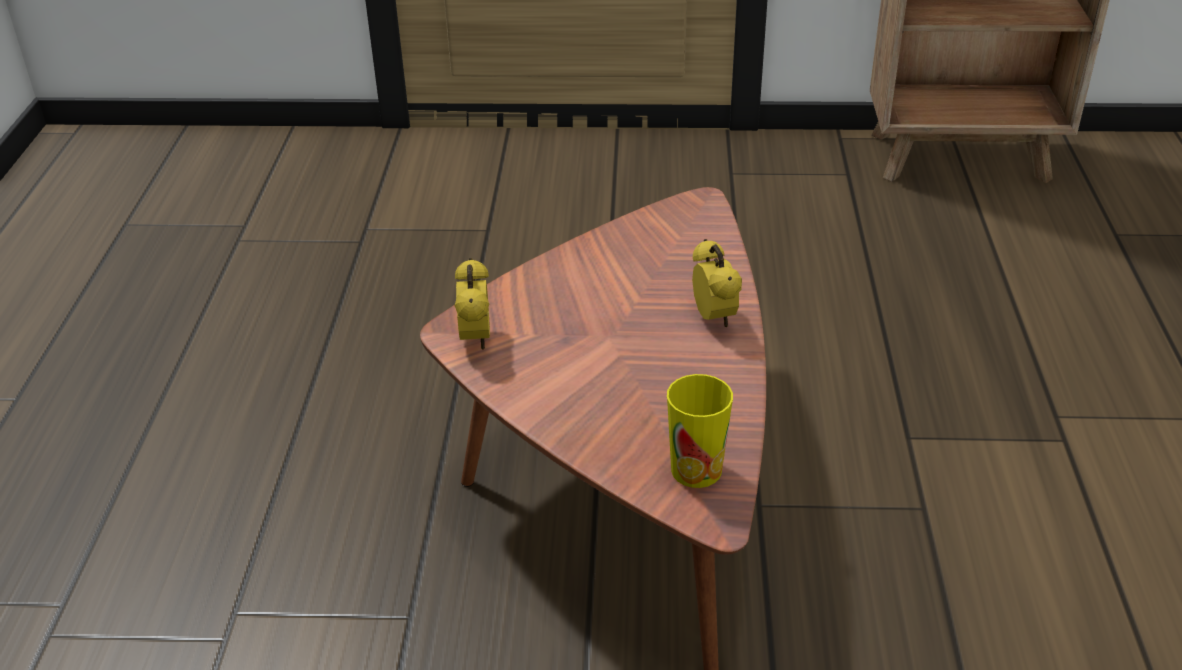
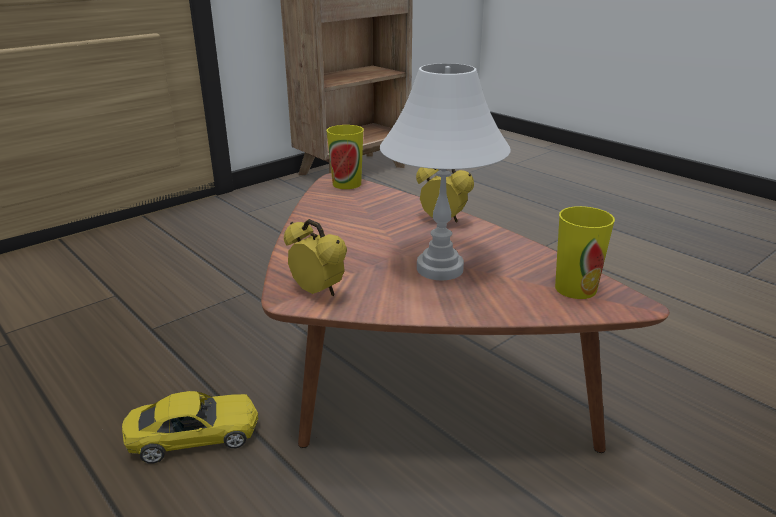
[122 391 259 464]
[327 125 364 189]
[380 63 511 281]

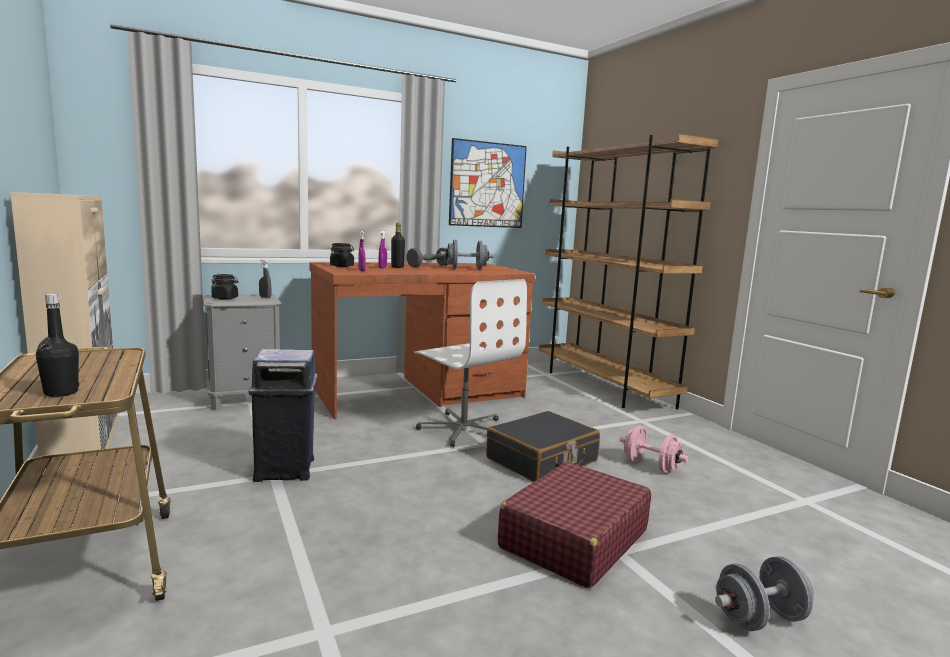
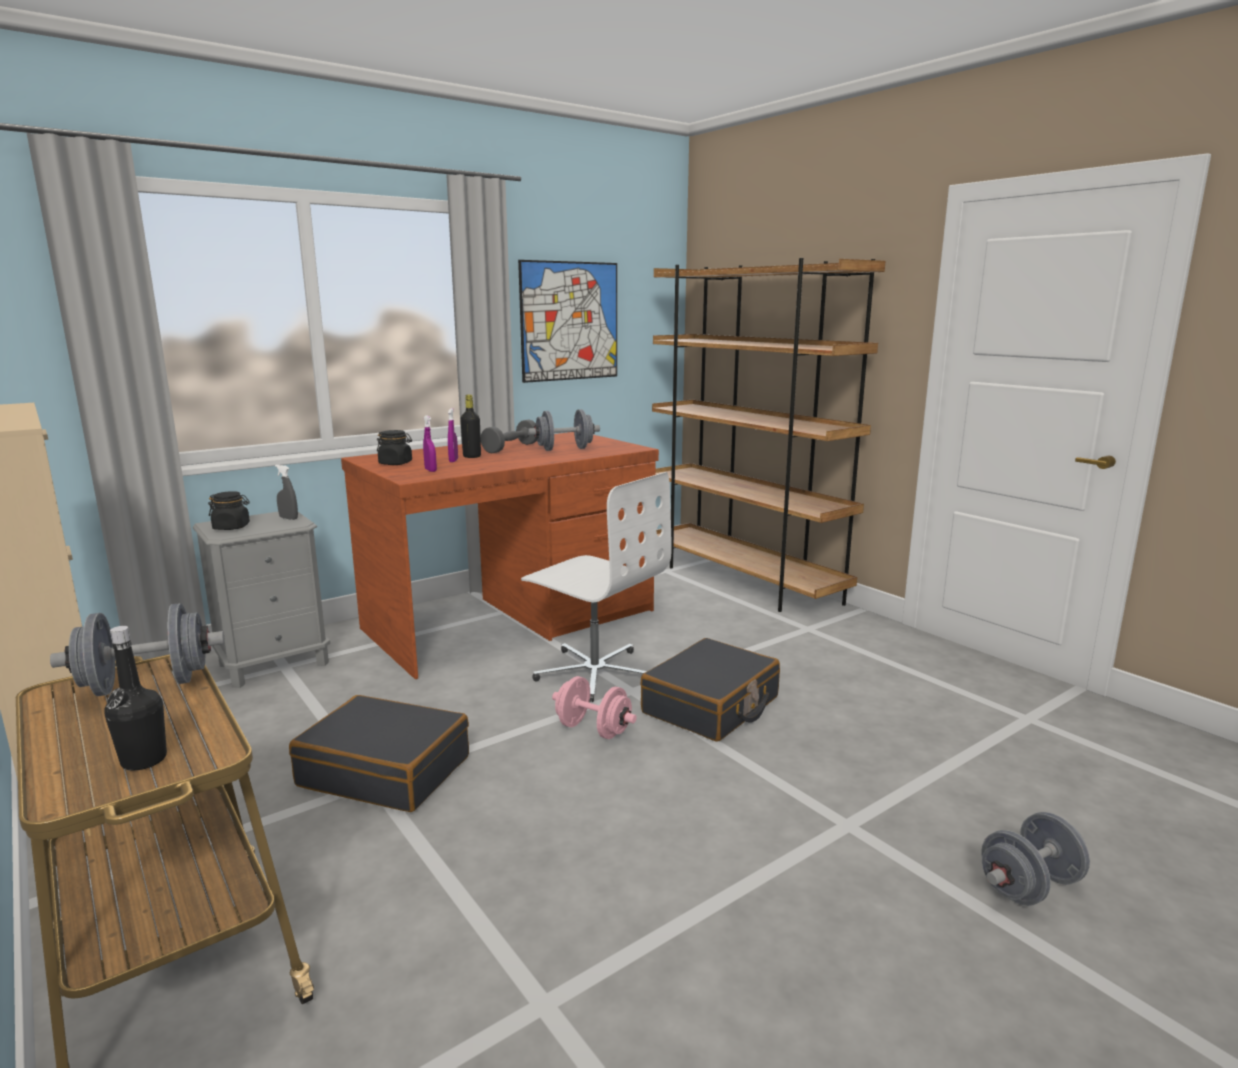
[498 462 651 589] (first image)
[50 603 225 696]
[552 676 637 739]
[289 695 469 812]

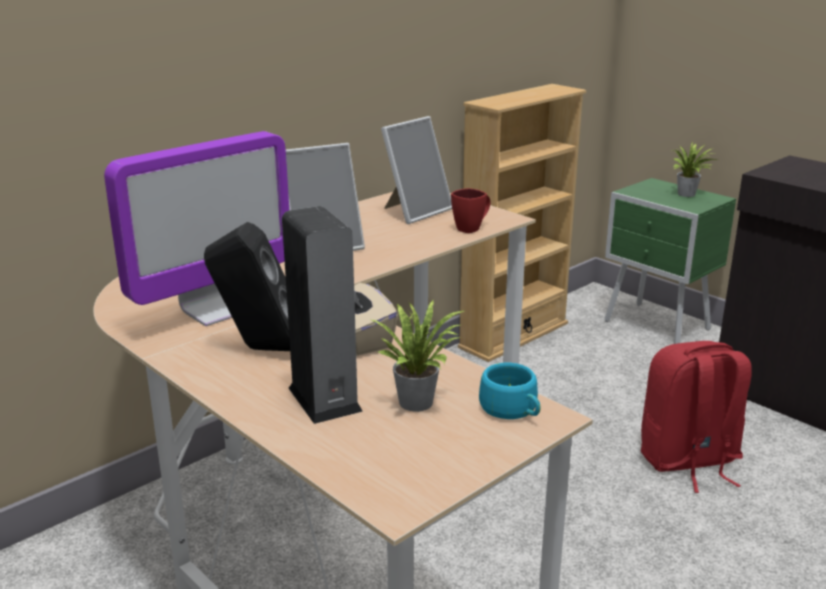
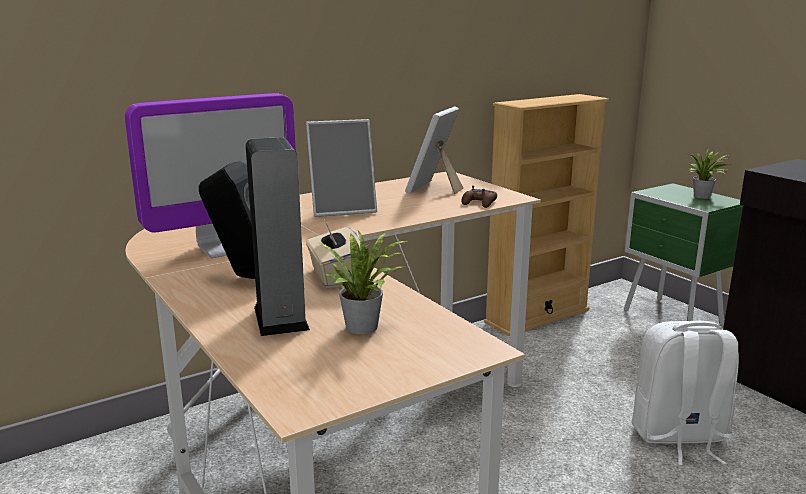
[479 363 541 419] (first image)
[462 186 497 208]
[632 321 739 466]
[405 106 464 195]

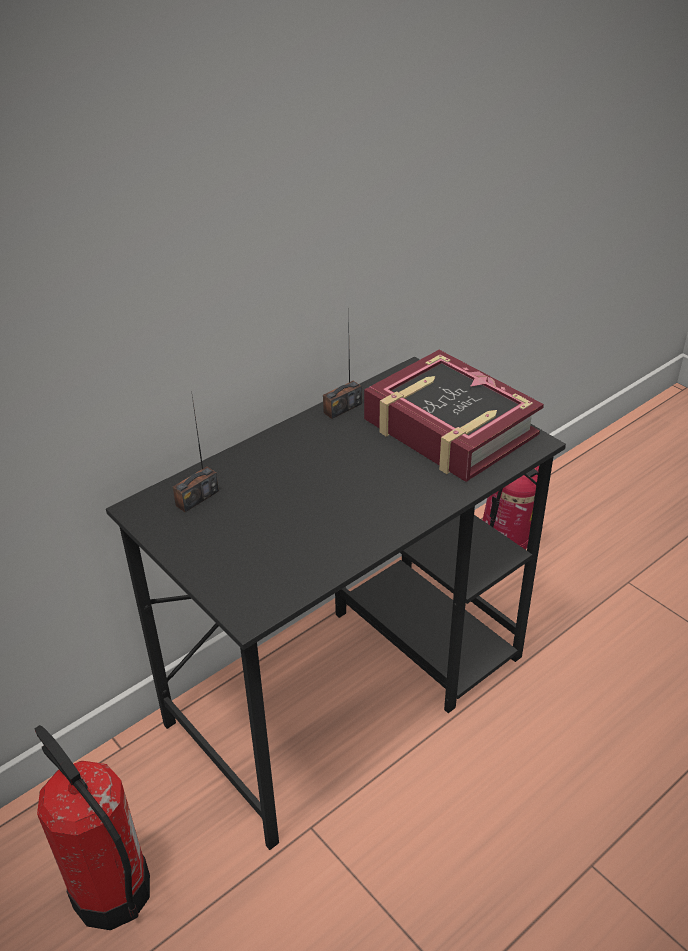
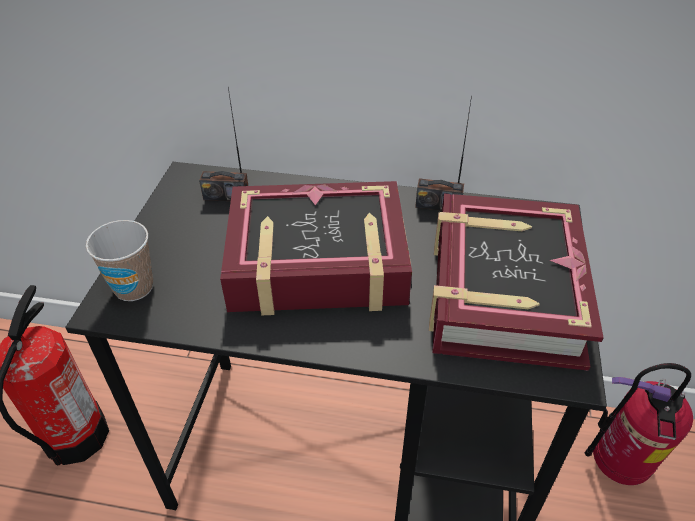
[86 220 153 301]
[220 181 412 315]

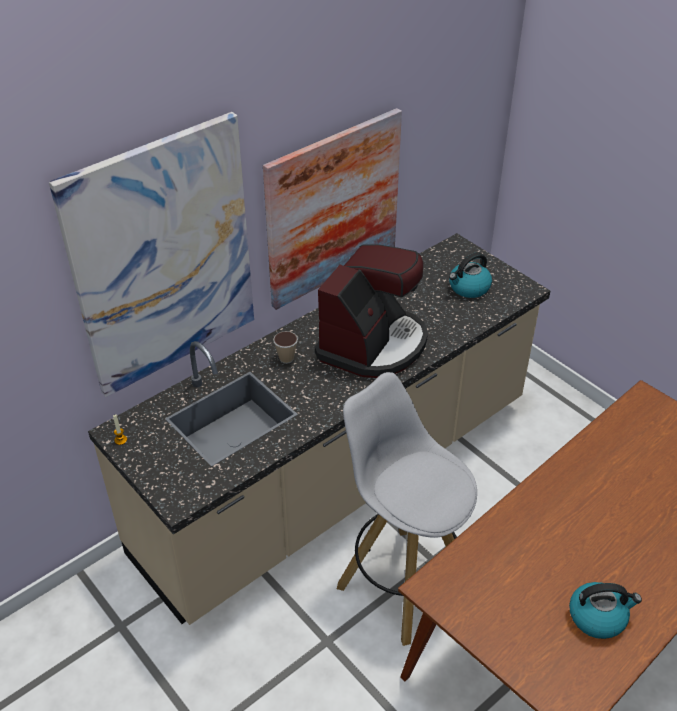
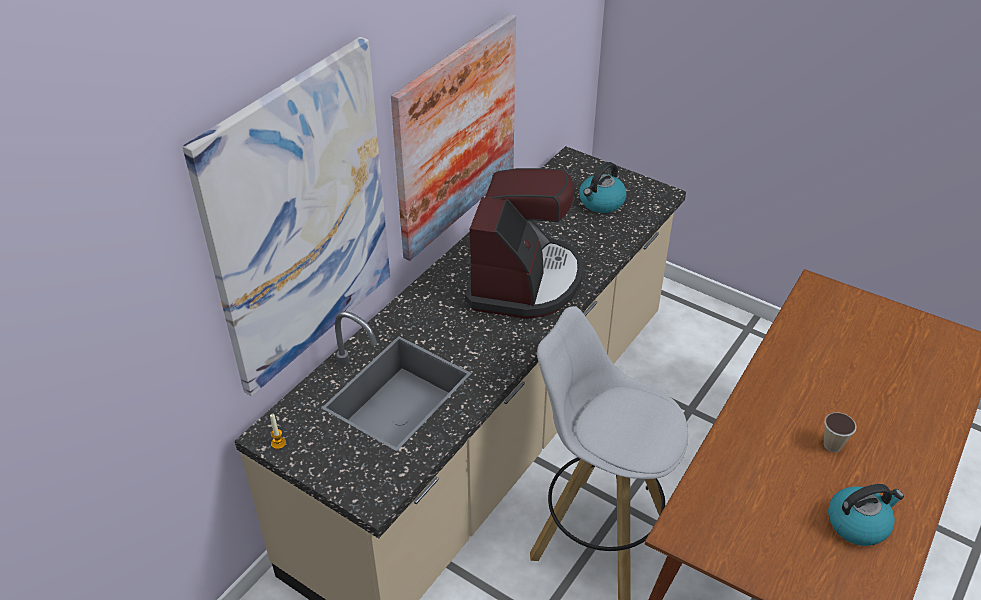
[824 412 857 452]

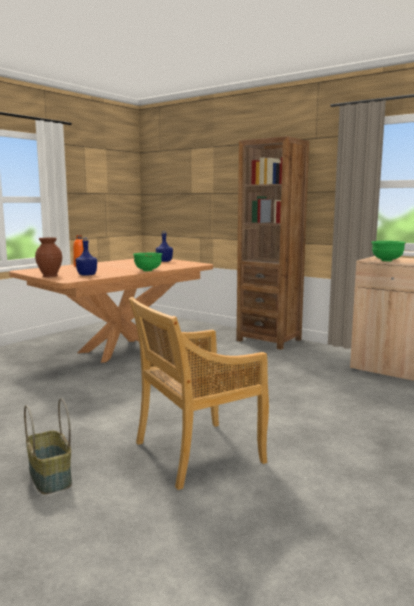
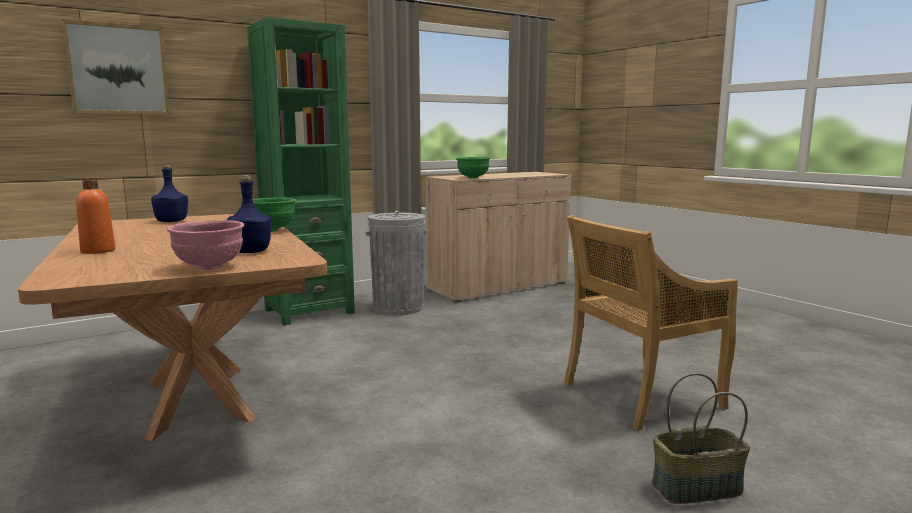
[62 19 170 115]
[366 211 427 315]
[167 220 245 270]
[247 17 355 325]
[564 215 738 431]

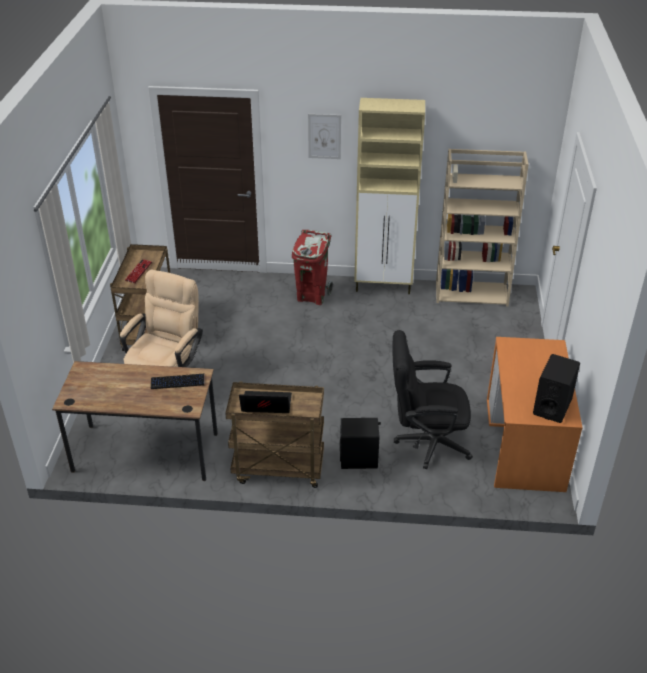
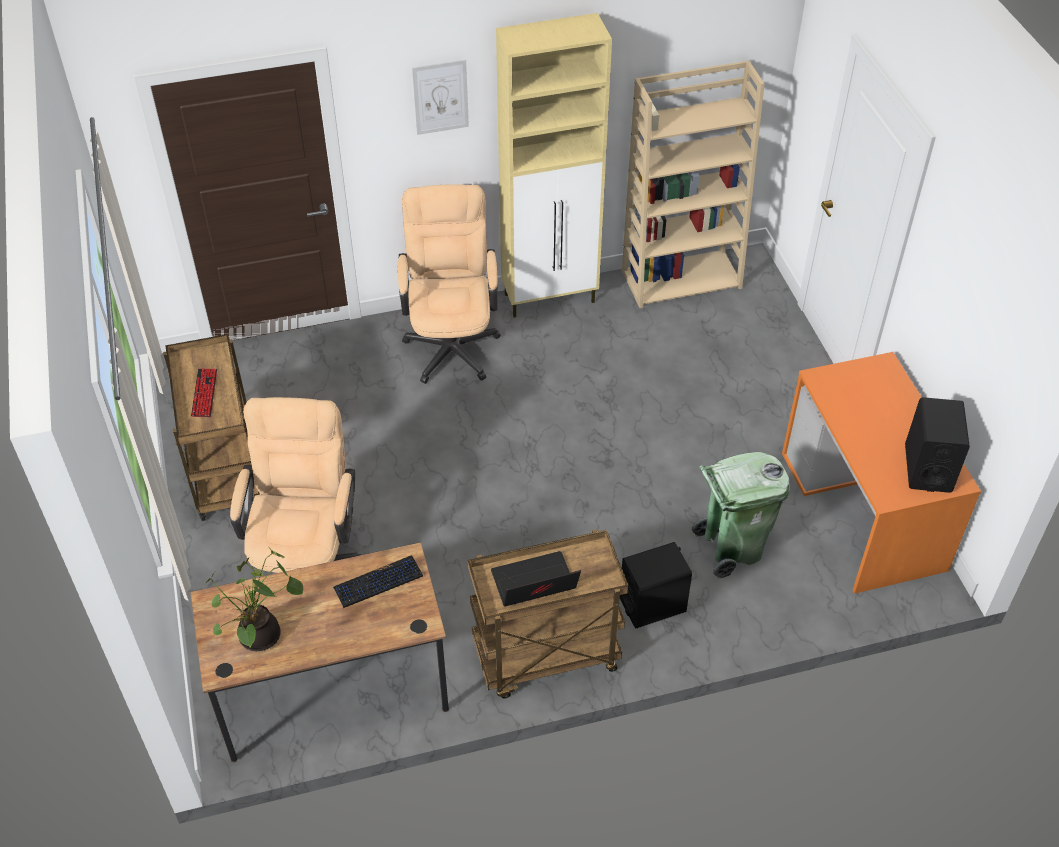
[204 546 303 651]
[398 184 501 384]
[692 452 790 579]

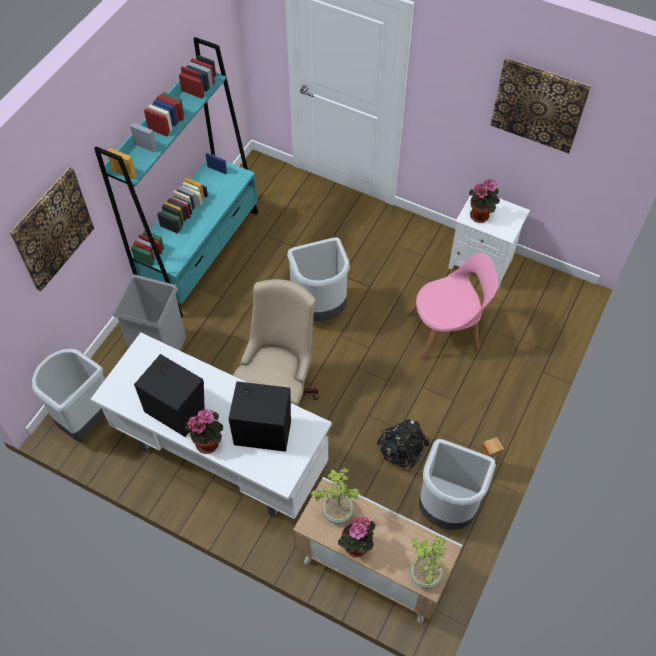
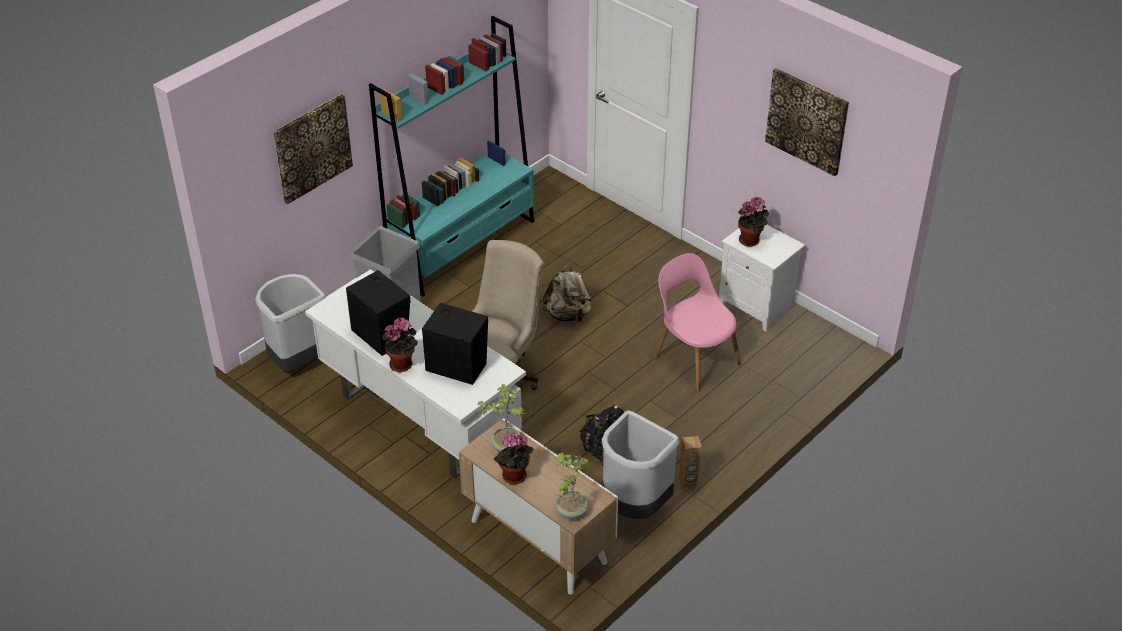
[542 265 592 322]
[654 253 741 391]

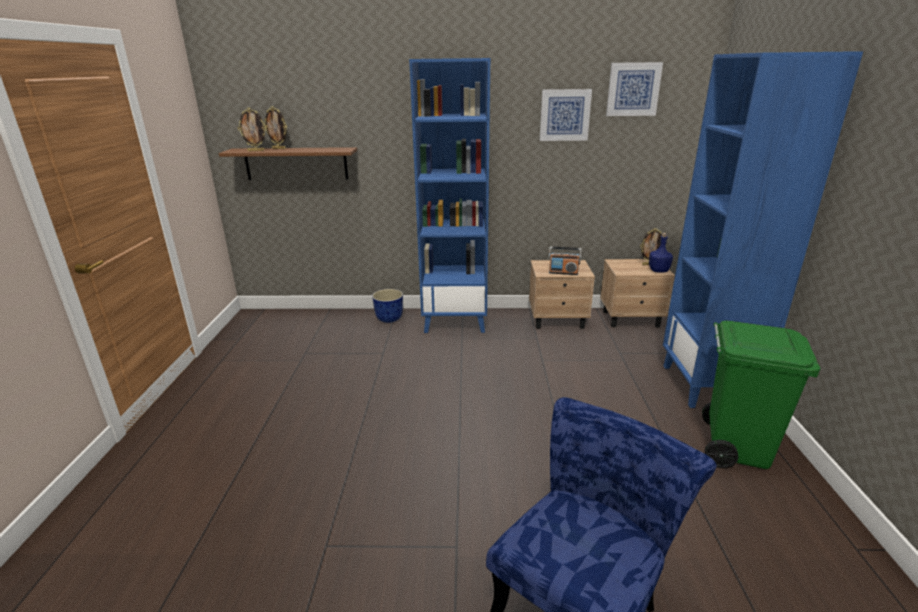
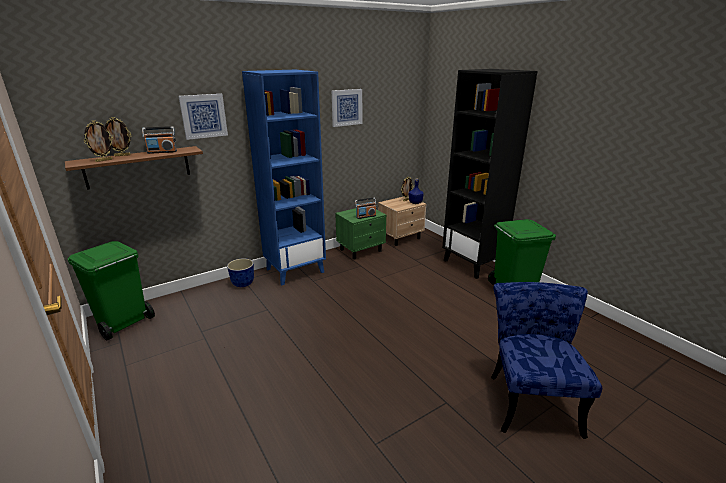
[68 241 155 341]
[142 126 177 154]
[179 94 228 140]
[335 208 386 260]
[442 69 538 279]

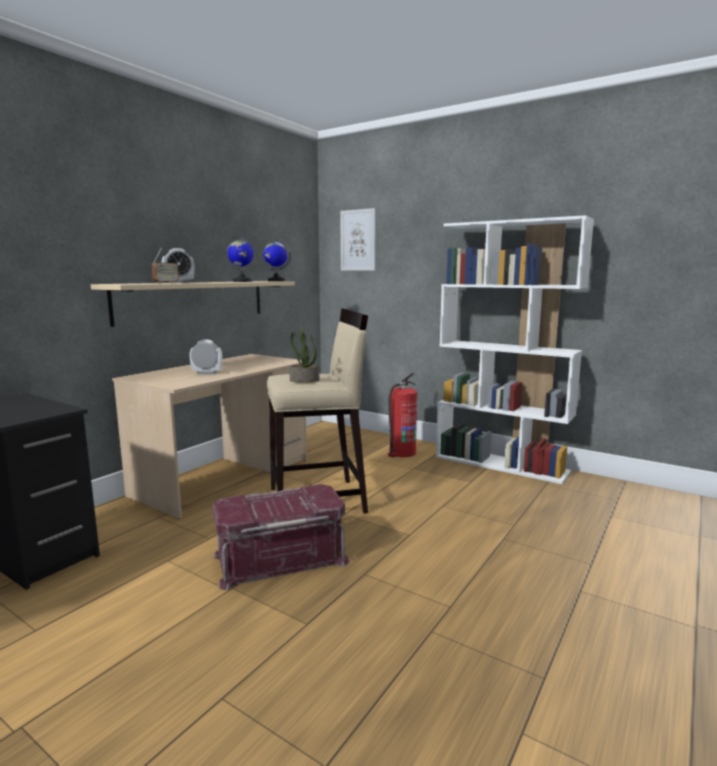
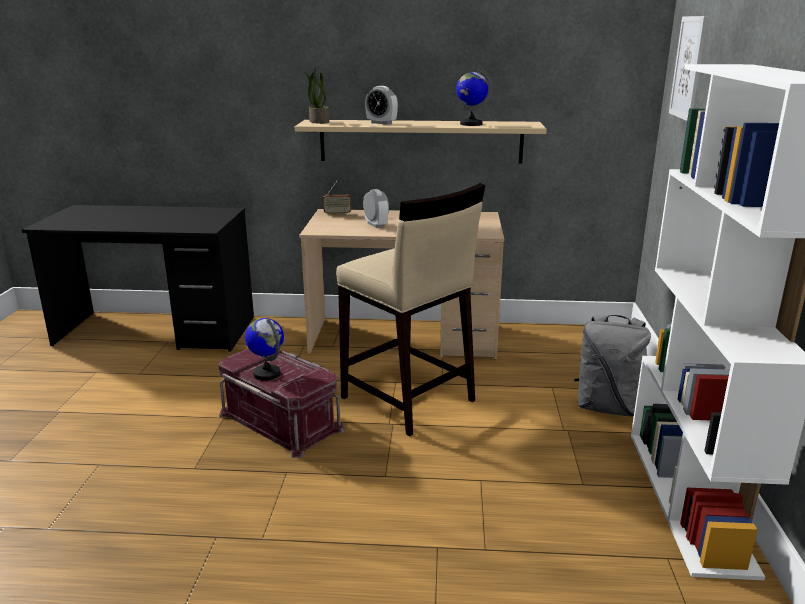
[323 180 351 215]
[245 318 284 381]
[304 67 329 124]
[574 314 651 416]

